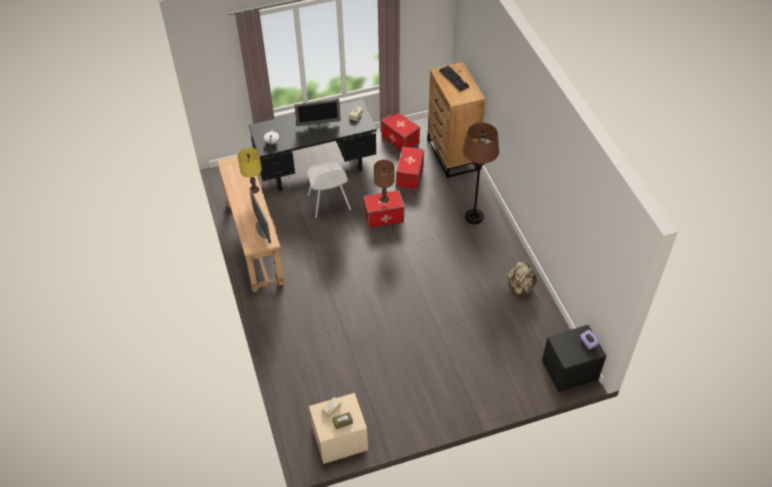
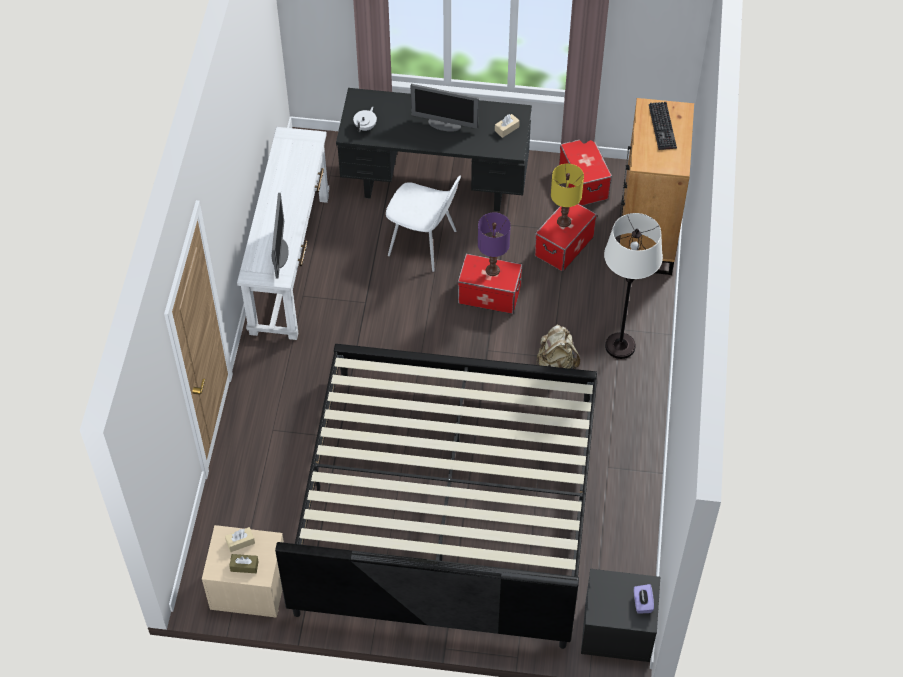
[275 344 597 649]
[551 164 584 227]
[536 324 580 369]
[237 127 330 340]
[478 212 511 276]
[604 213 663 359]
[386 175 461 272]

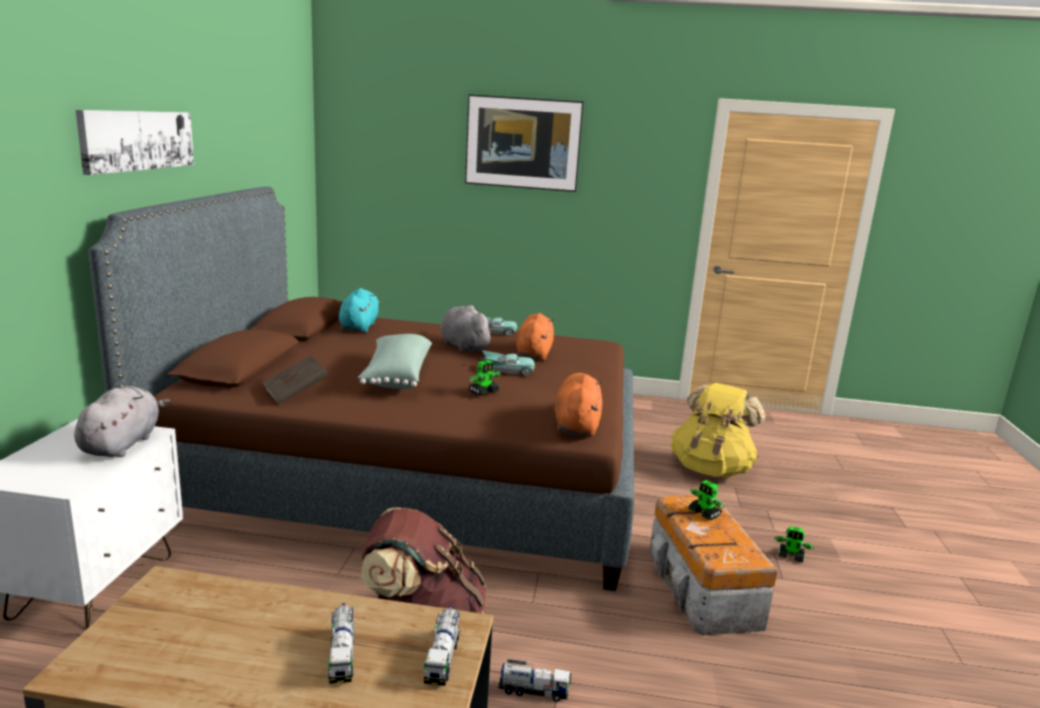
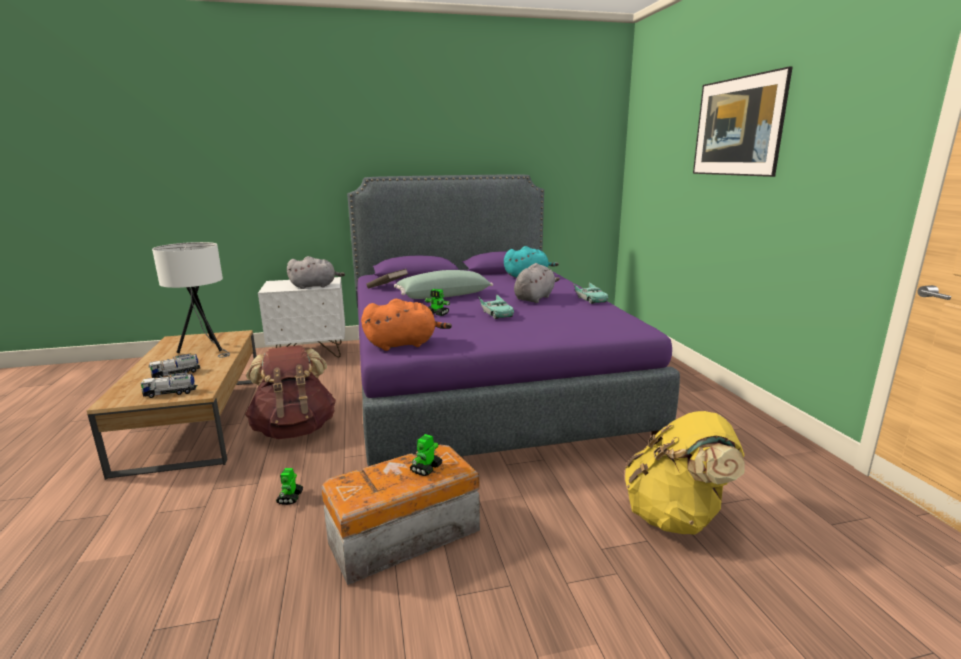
[75 110 194 175] (first image)
[498 659 571 702] (first image)
[516 313 554 361] (first image)
[152 242 230 358]
[276 468 303 505]
[347 175 680 466]

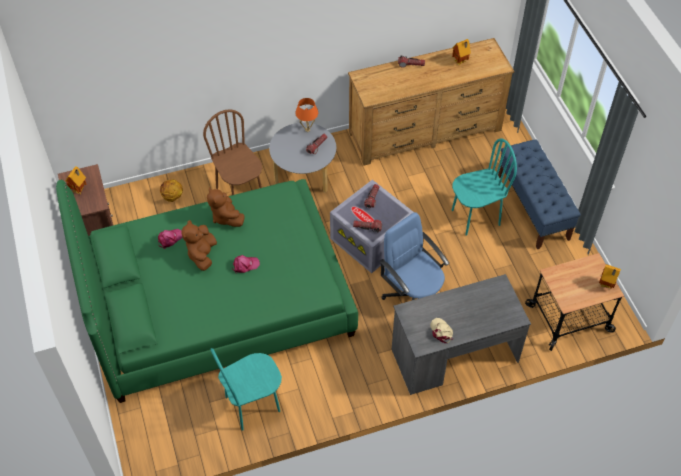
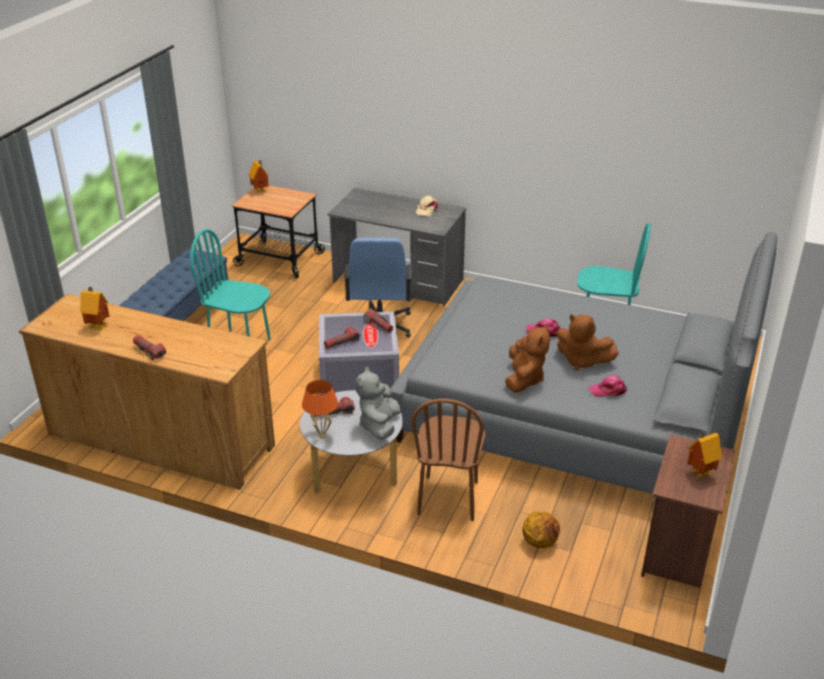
[356 367 401 440]
[390 232 777 494]
[556 314 619 370]

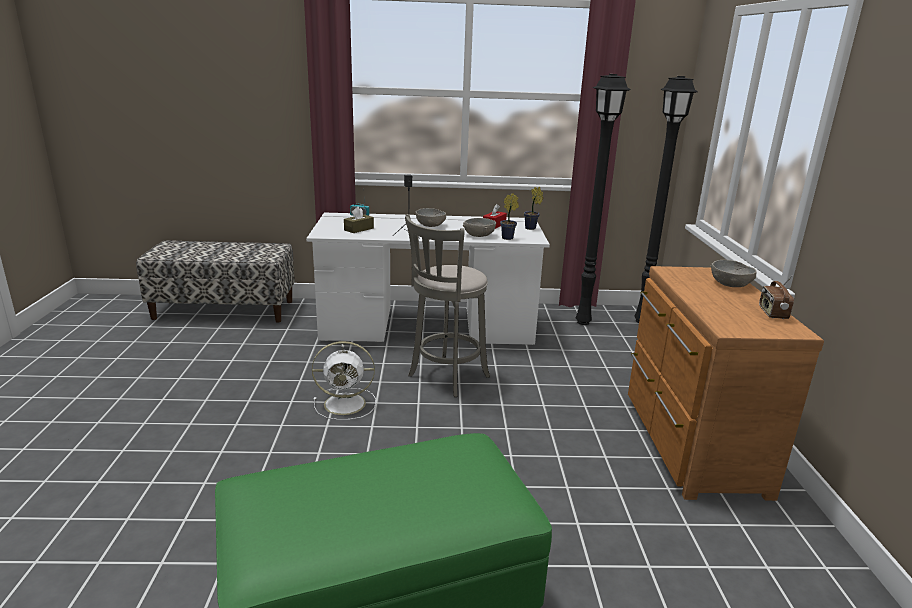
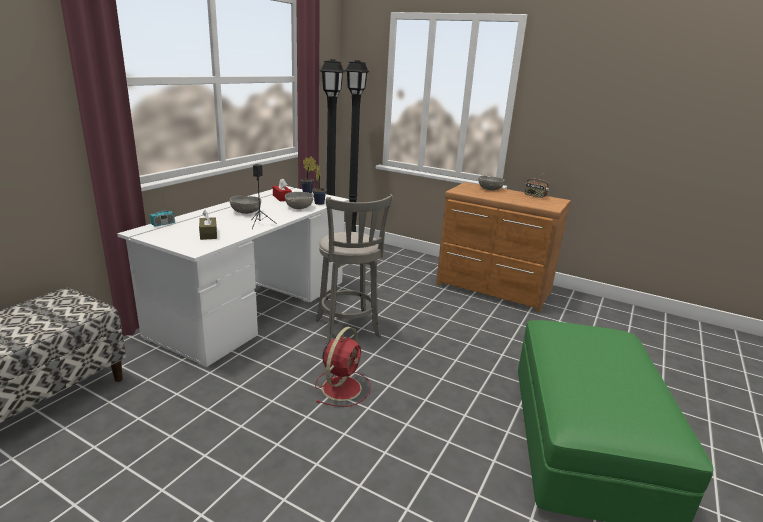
[315 327 371 407]

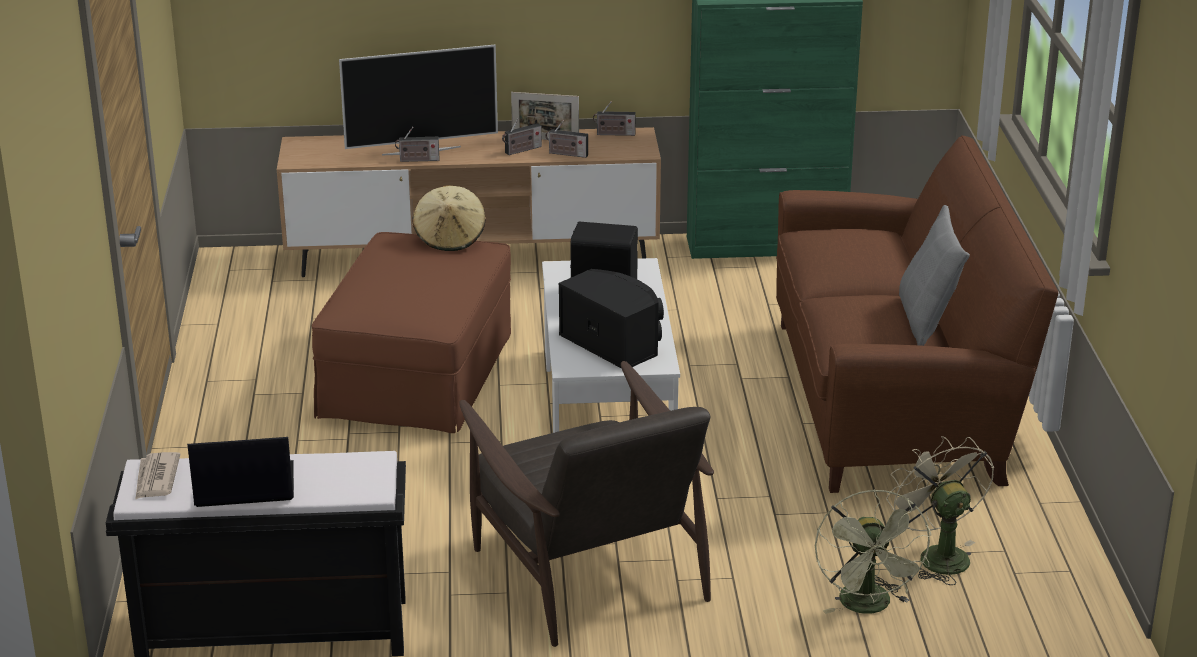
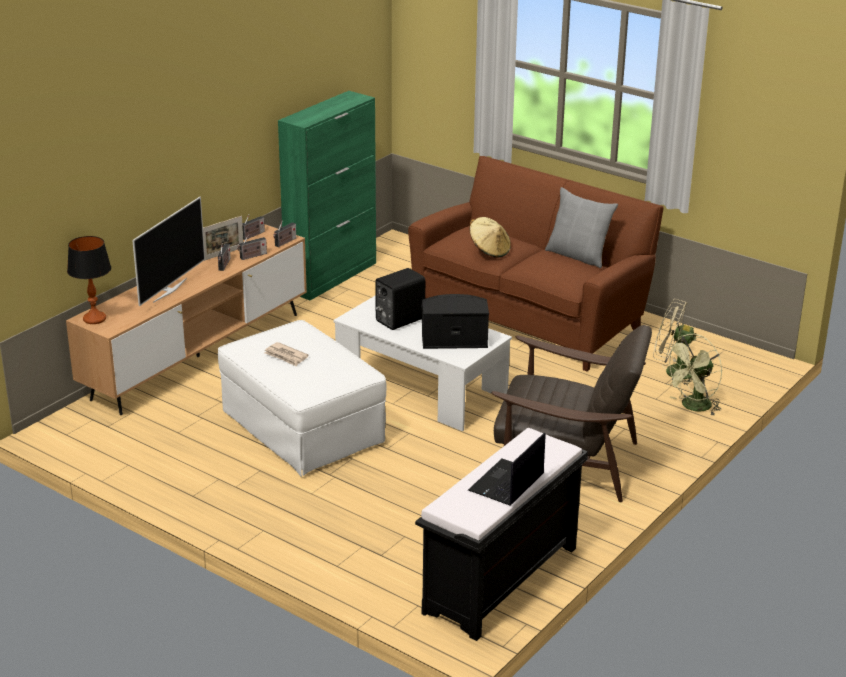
[67 236 111 324]
[264 342 308 366]
[273 222 296 247]
[470 217 511 258]
[218 320 387 477]
[662 334 722 415]

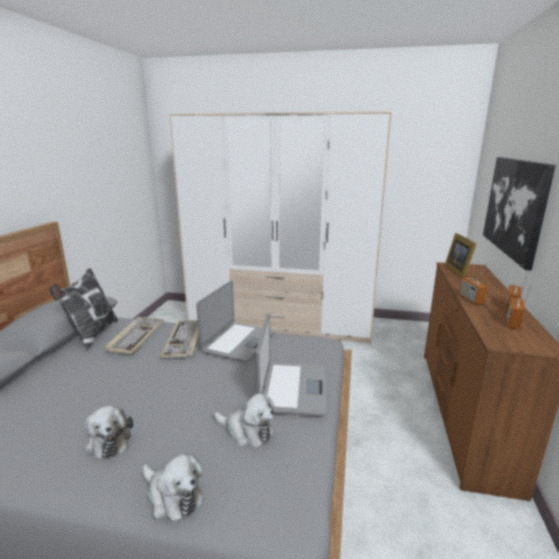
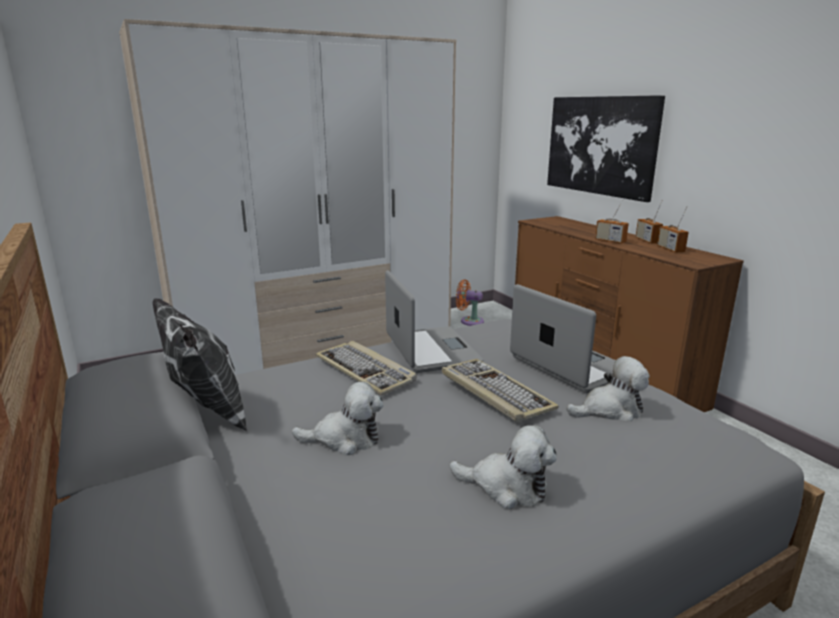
[445 233 477 278] (first image)
[456 280 484 326]
[442 359 559 423]
[292 381 384 455]

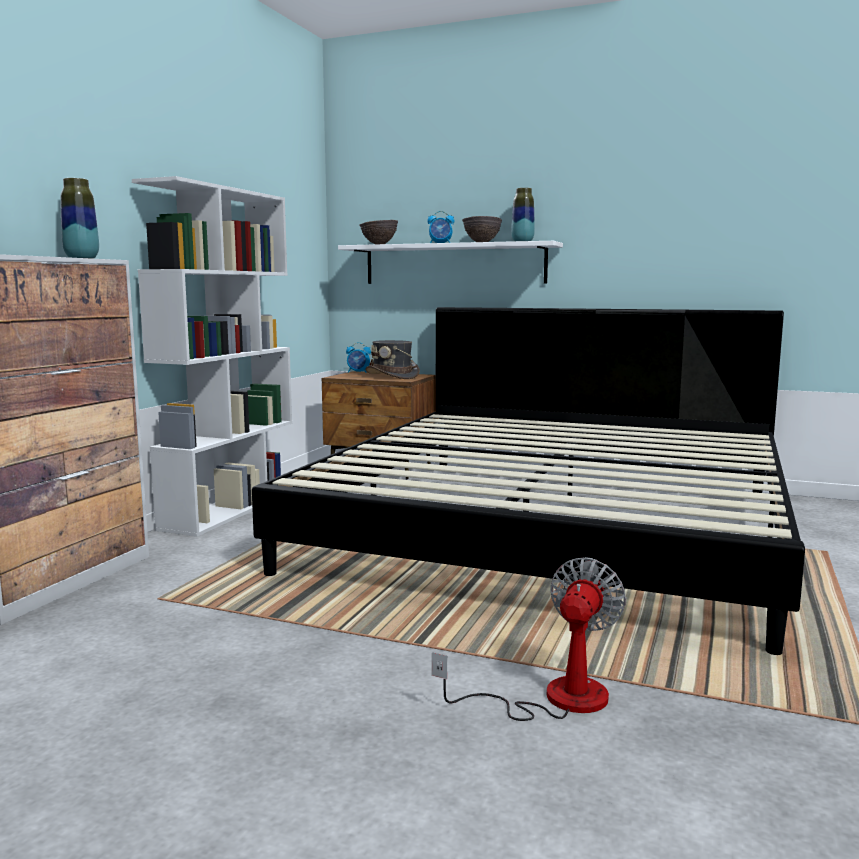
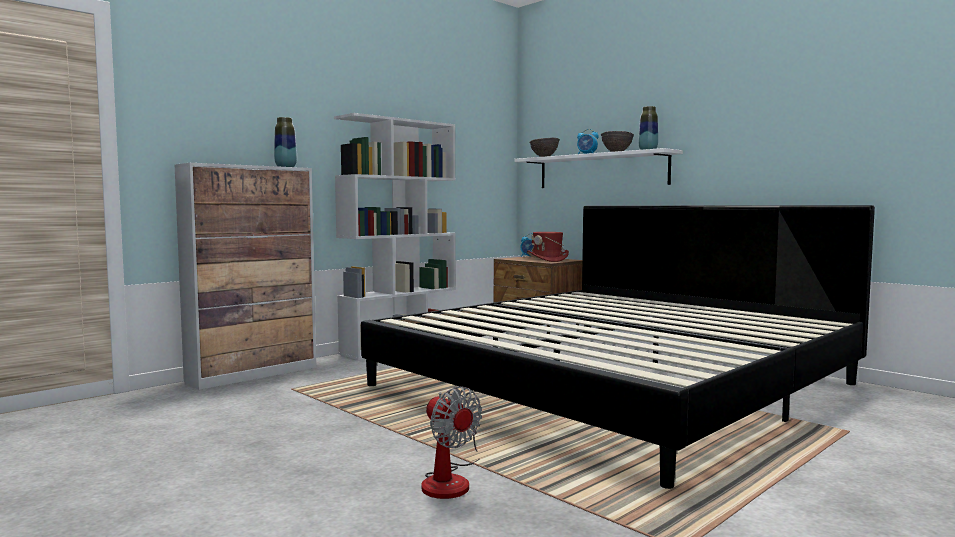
[527 232 569 262]
[422 386 482 499]

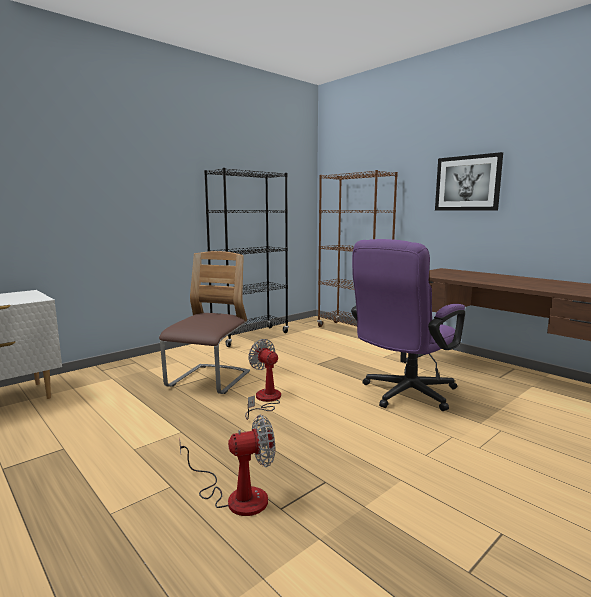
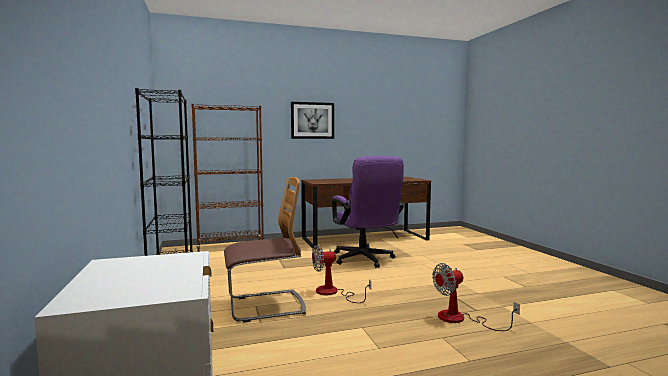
[224 177 306 323]
[432 263 520 331]

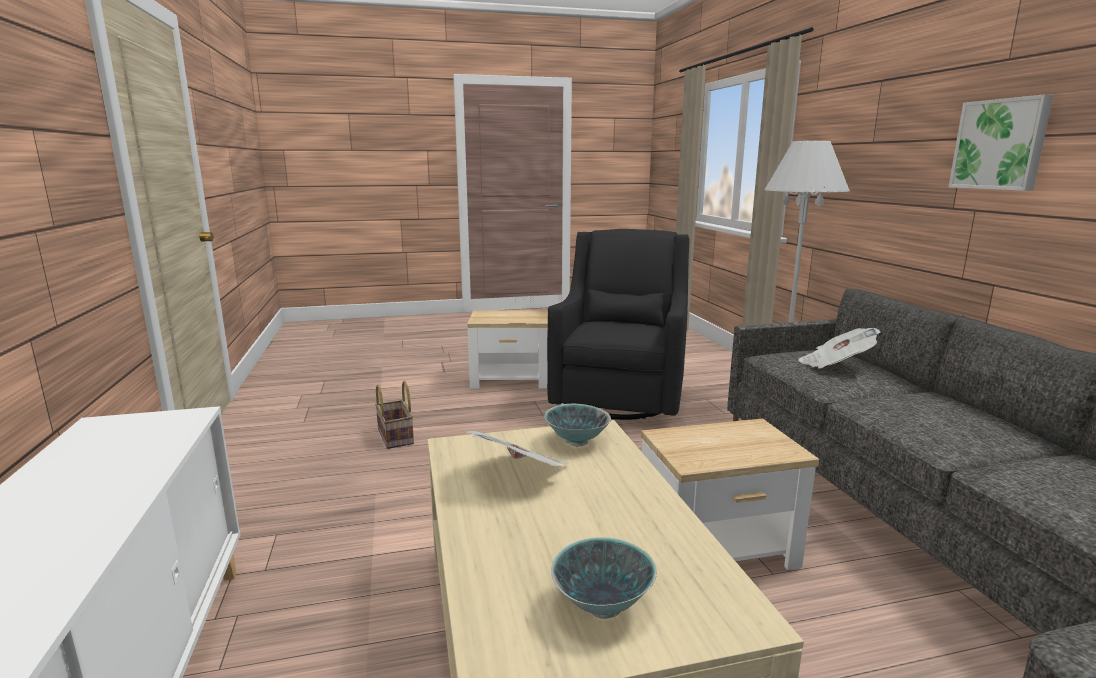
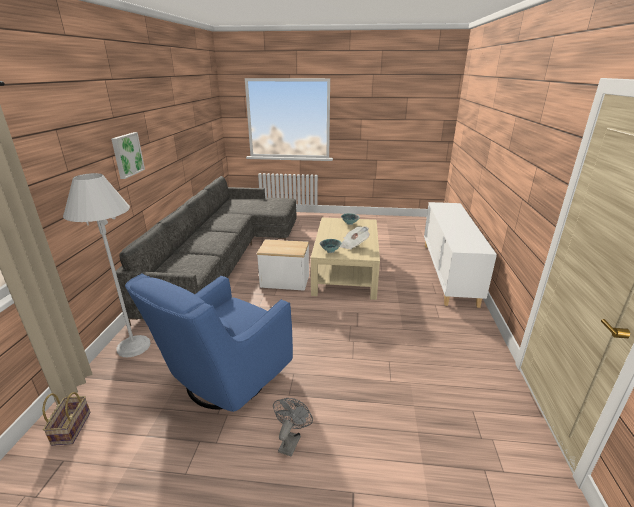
[798 328 881 369] (first image)
[42 392 91 446]
[273 398 313 457]
[125 273 293 412]

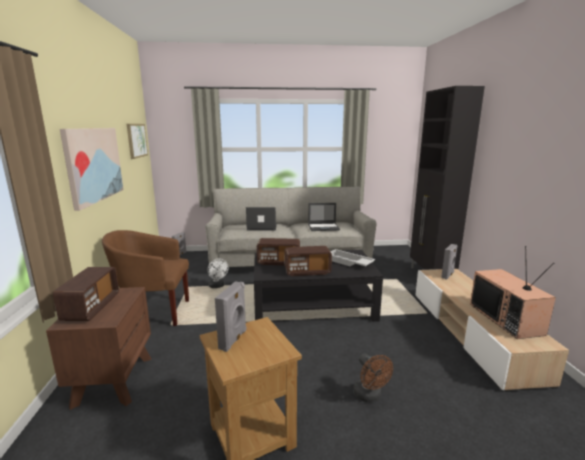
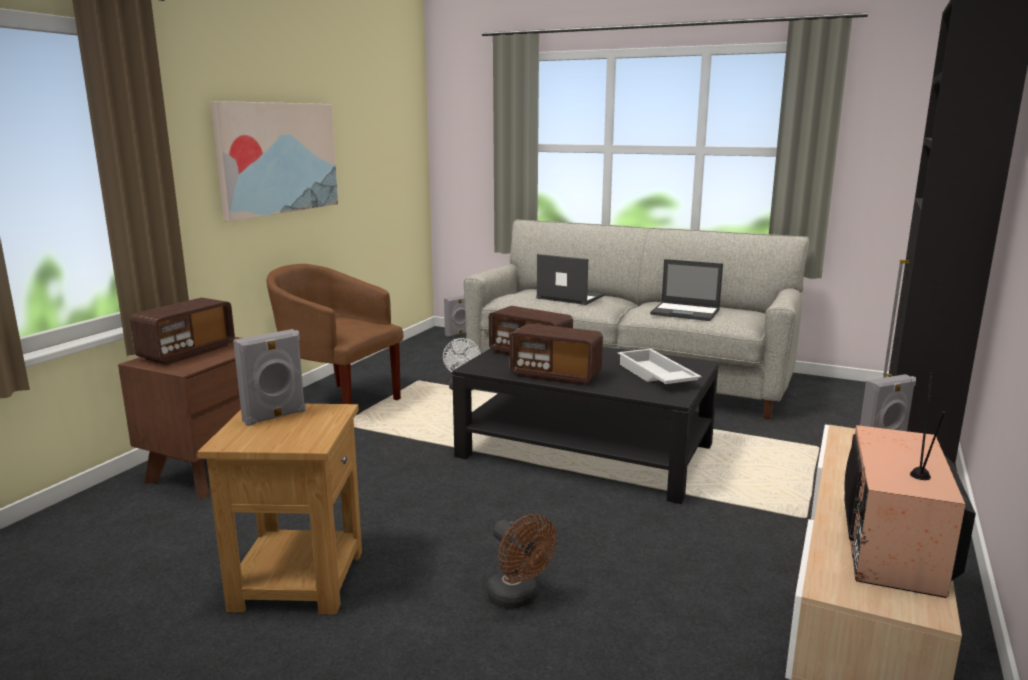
[127 124 148 159] (first image)
[487 514 557 608]

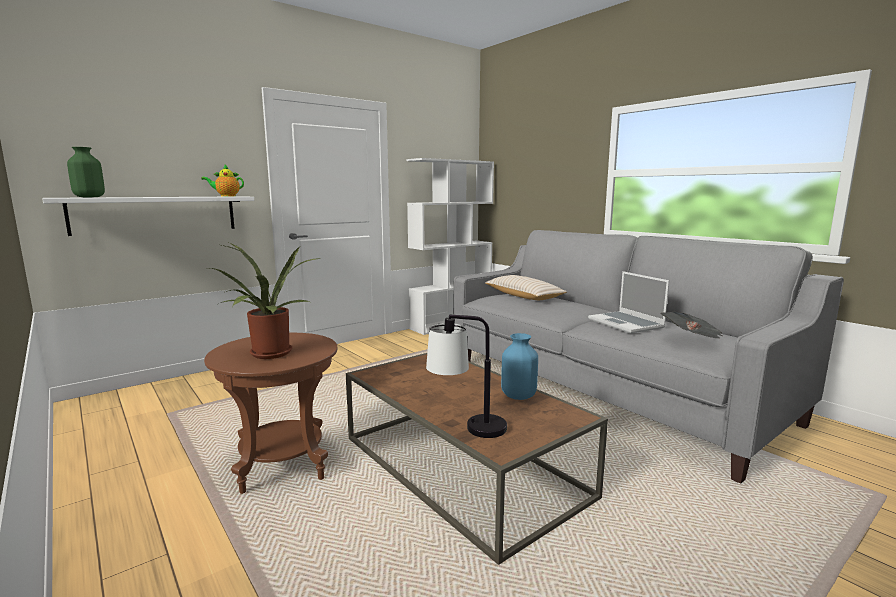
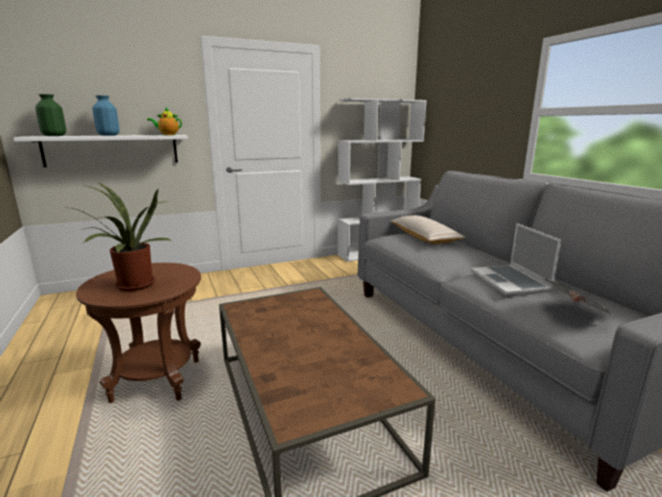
[426 315 507 438] (first image)
[92 95 120 136]

